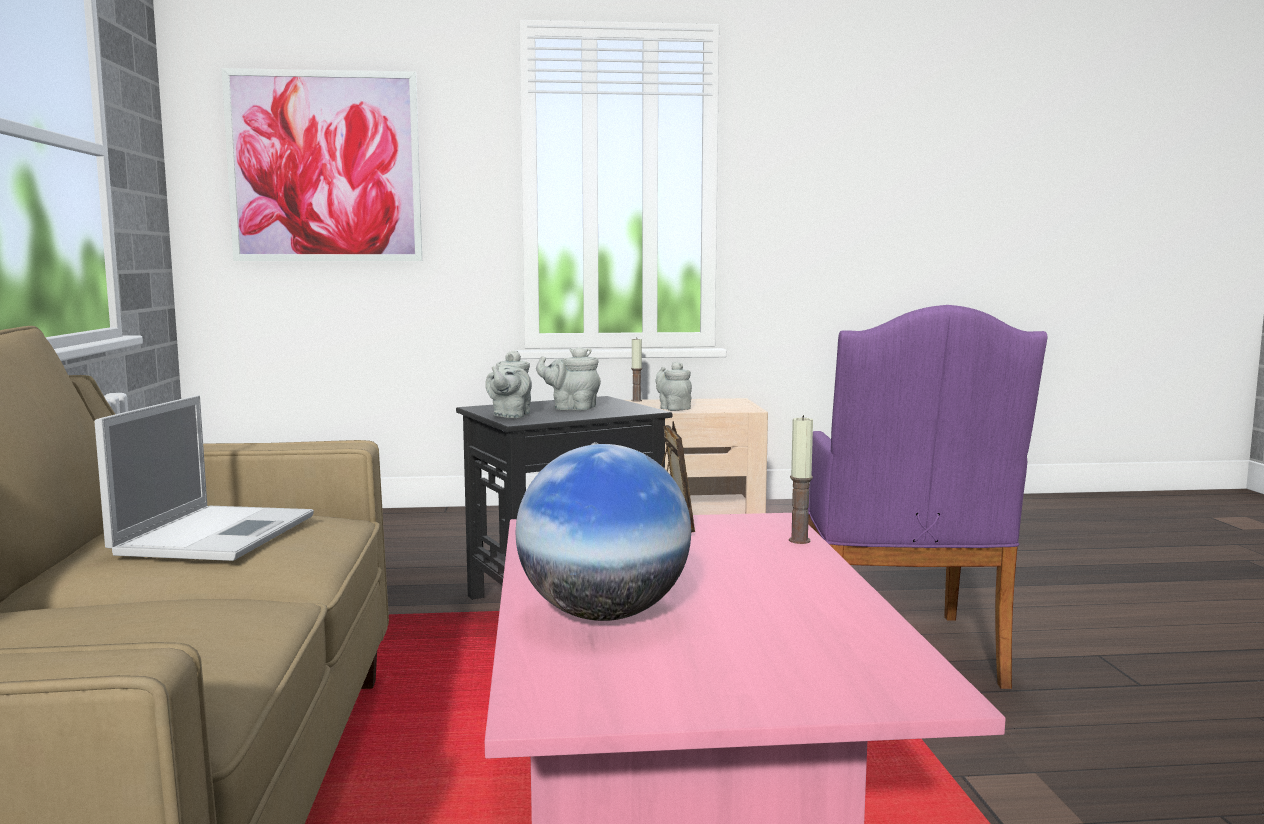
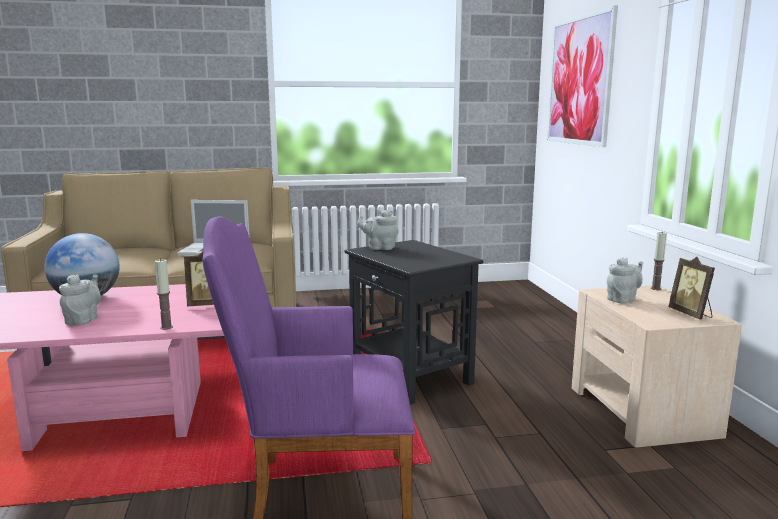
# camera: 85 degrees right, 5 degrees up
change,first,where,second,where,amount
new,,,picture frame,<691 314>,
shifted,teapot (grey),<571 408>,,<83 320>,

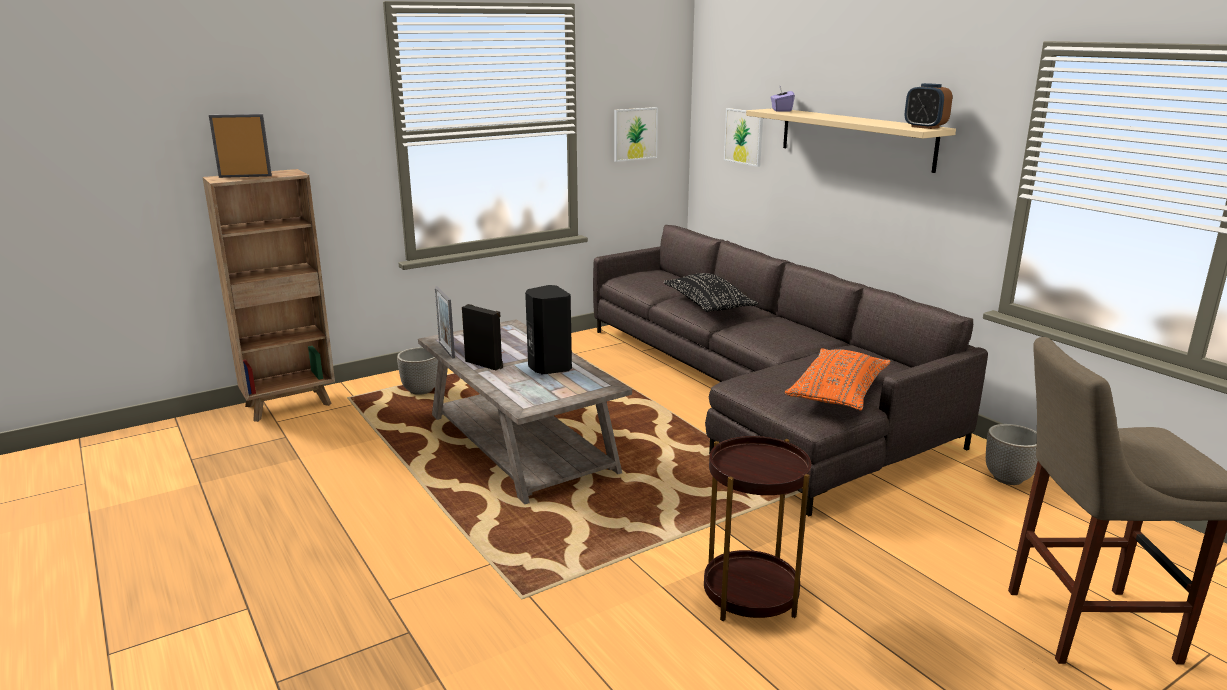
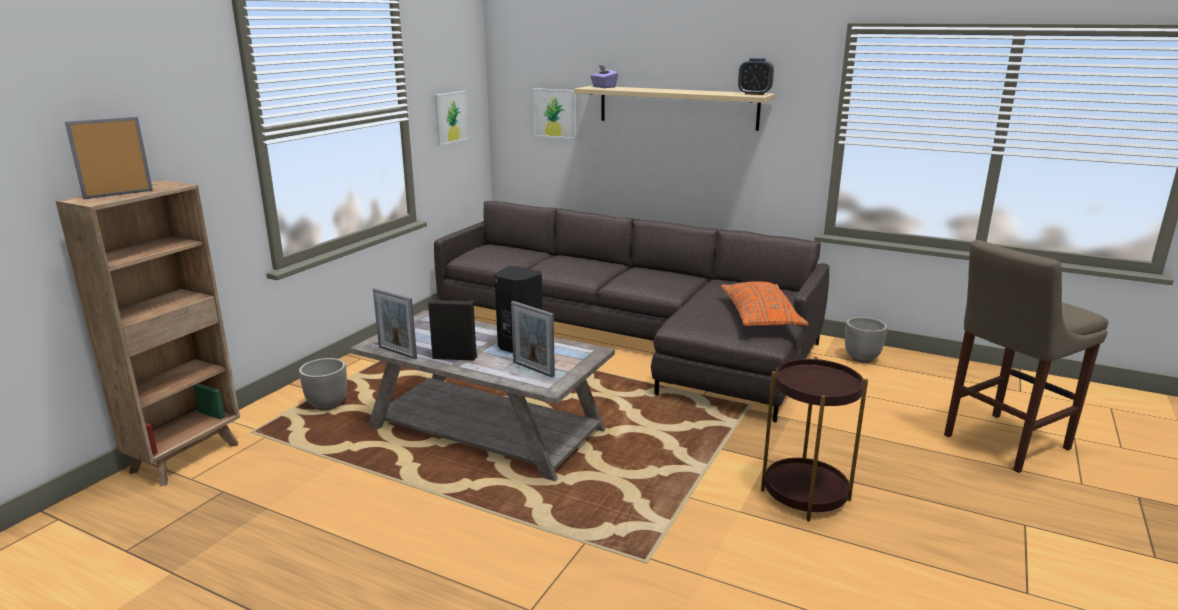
# camera: 30 degrees left, 0 degrees up
change,first,where,second,where,amount
gone,pillow (black),<708 305>,,,
new,,,picture frame,<533 369>,

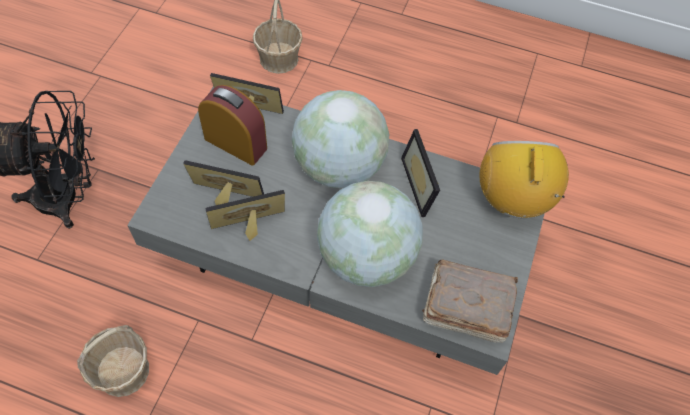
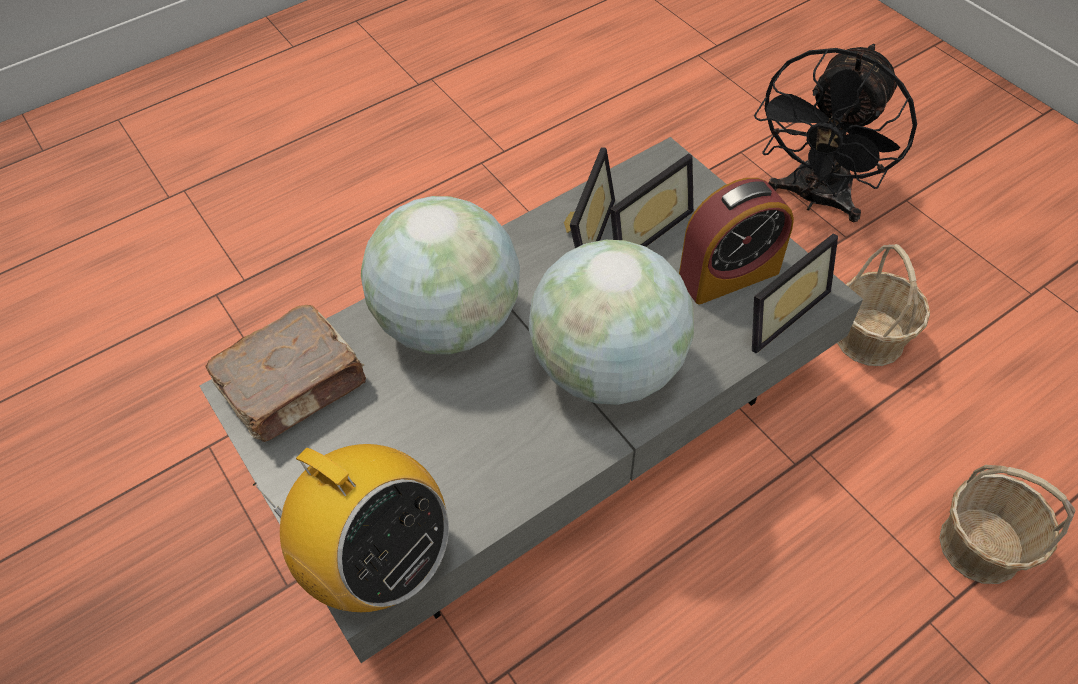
# camera: 130 degrees right, 5 degrees down
change,first,where,second,where,amount
gone,picture frame,<423 184>,,,
shifted,basket,<122 371>,,<869 337>,

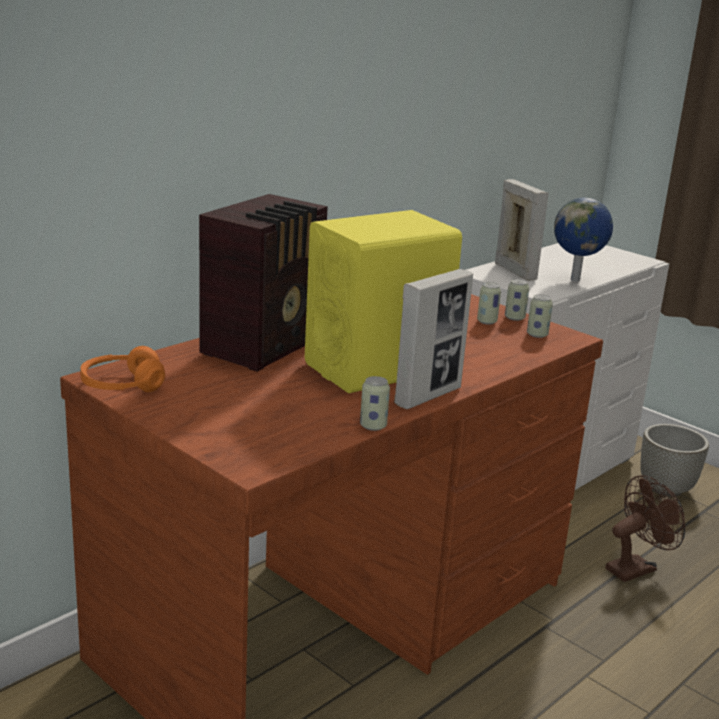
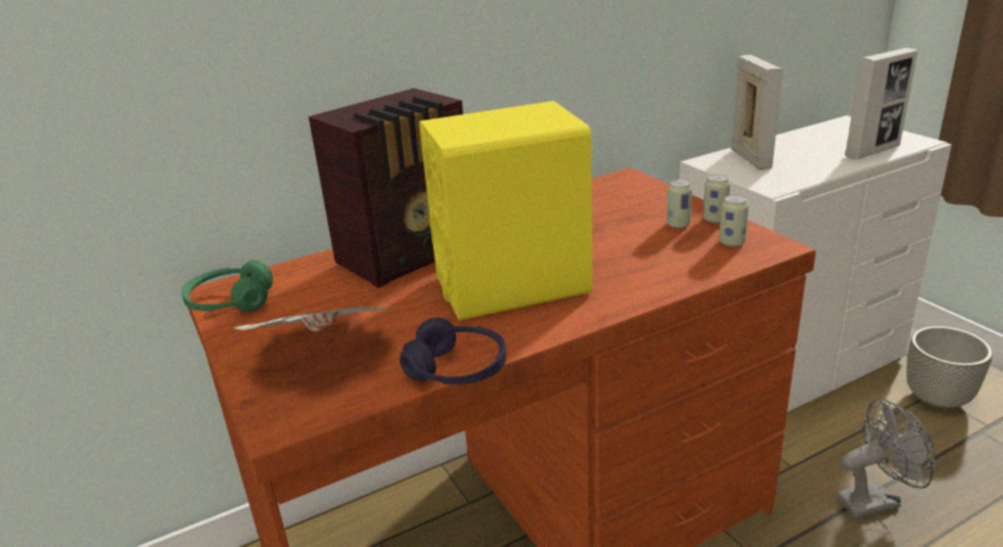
# camera: 20 degrees right, 5 degrees up
change,first,where,second,where,amount
gone,globe,<576 280>,,,
new,,,newspaper,<324 351>,
shifted,picture frame,<428 396>,,<872 151>,
swapped,can,<373 426>,headphones (purple),<457 369>,
repainted,headphones (orange),<122 385>,headphones (green),<230 302>,
repainted,fan (brown),<636 567>,fan (grey),<875 500>,

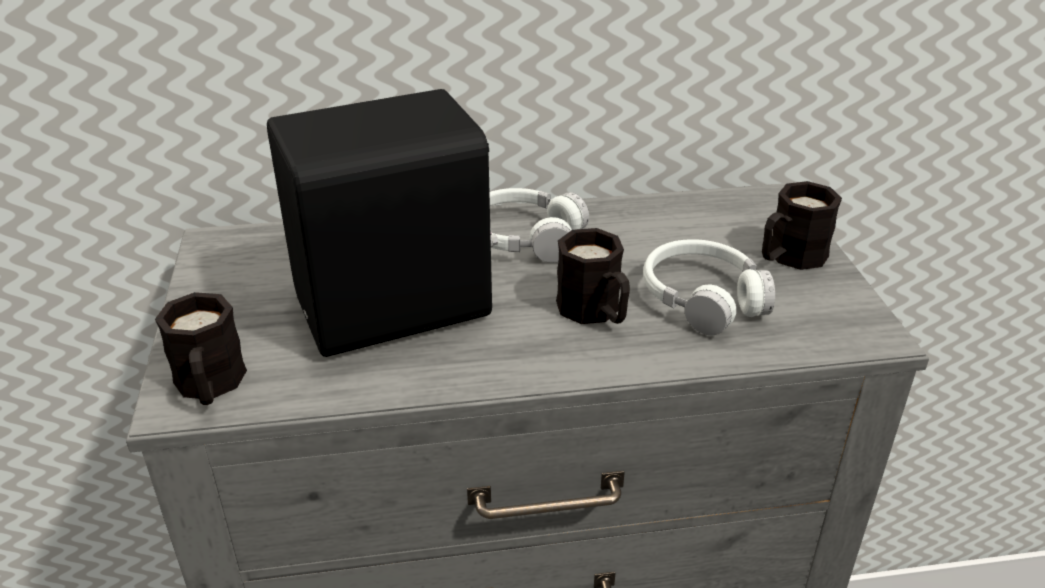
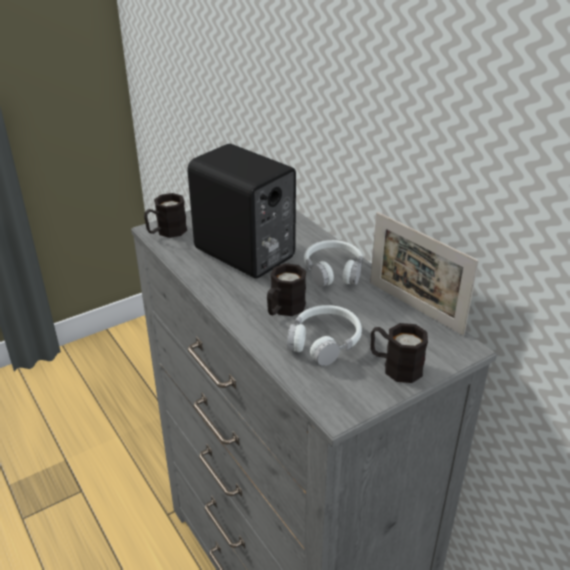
# camera: 65 degrees right, 0 degrees up
change,first,where,second,where,amount
new,,,picture frame,<414 307>,

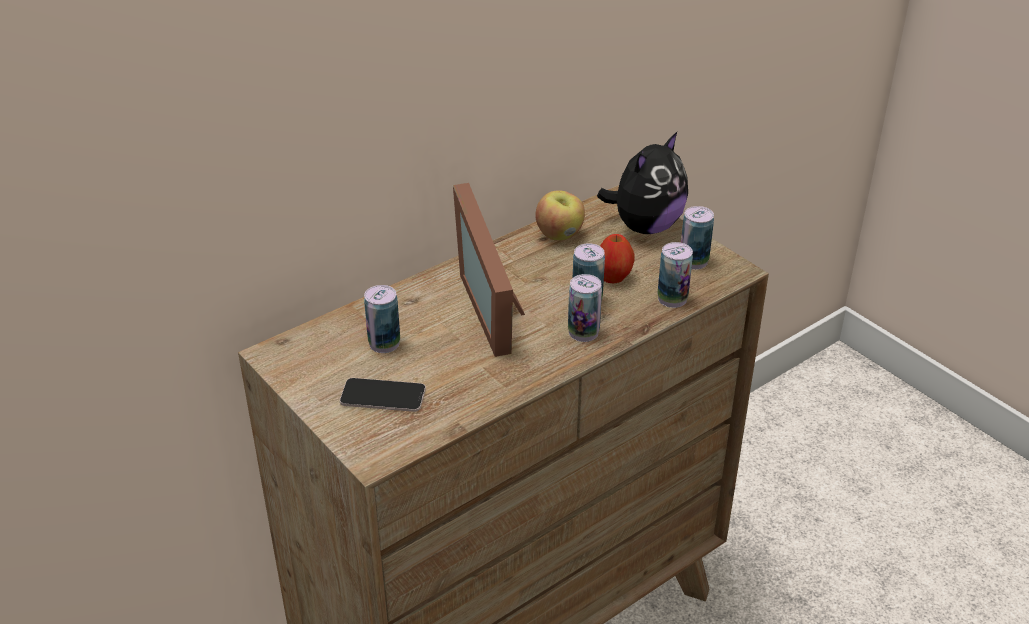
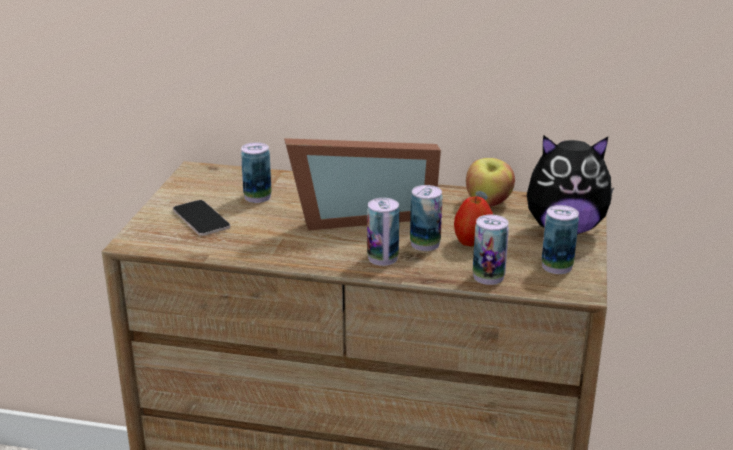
# camera: 50 degrees right, 10 degrees down
change,first,where,second,where,amount
rotated,picture frame,<497 306>,,<360 215>,135 degrees counterclockwise

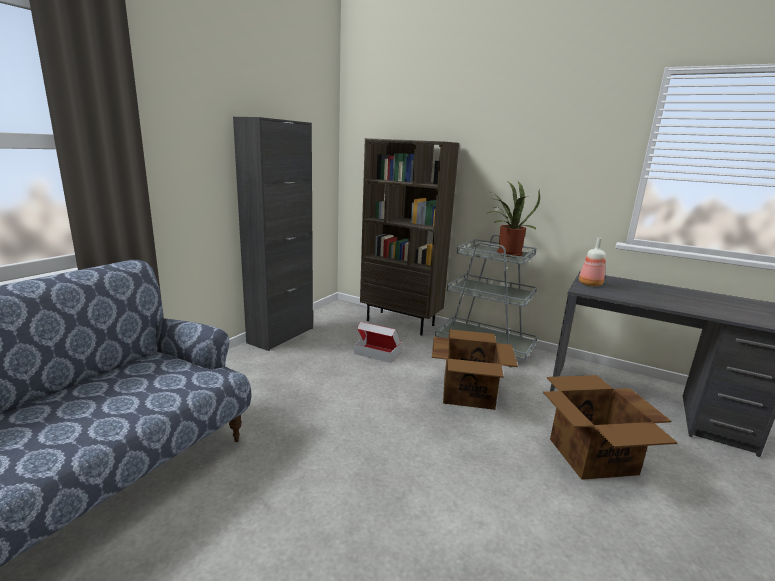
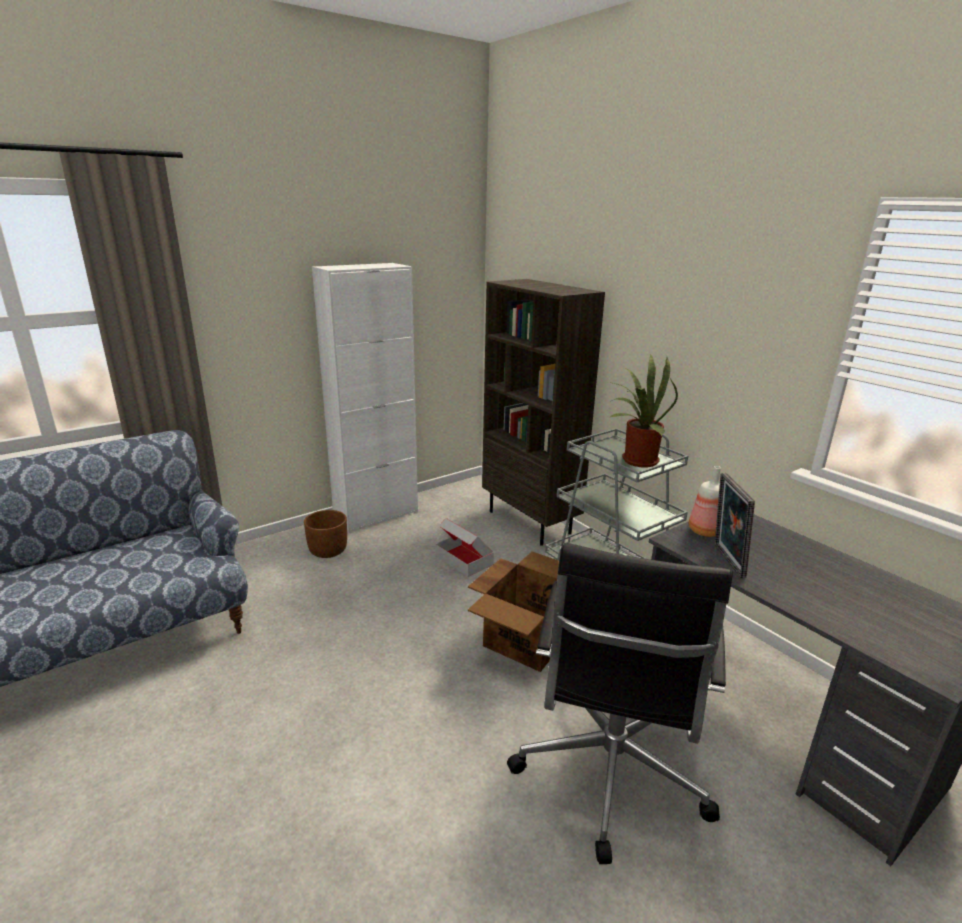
# camera: 25 degrees right, 5 degrees up
change,first,where,second,where,amount
new,,,planter (brown),<328 550>,
new,,,picture frame,<725 560>,
swapped,cardboard box,<592 457>,office chair (black),<609 774>,
repainted,cabinet (black),<281 335>,cabinet (white),<376 515>,

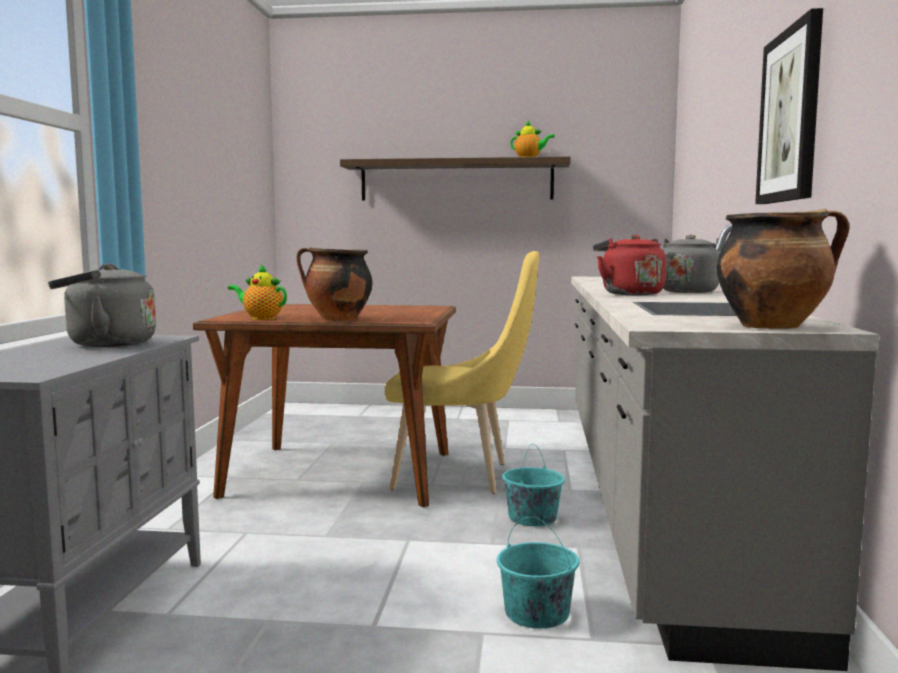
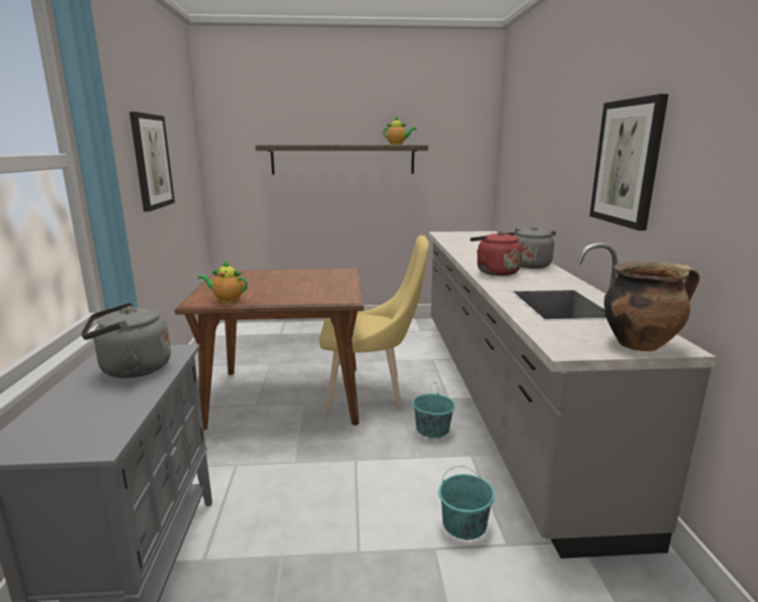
# camera: 10 degrees left, 10 degrees up
change,first,where,second,where,amount
gone,cooking pot,<337 319>,,,
new,,,picture,<151 161>,

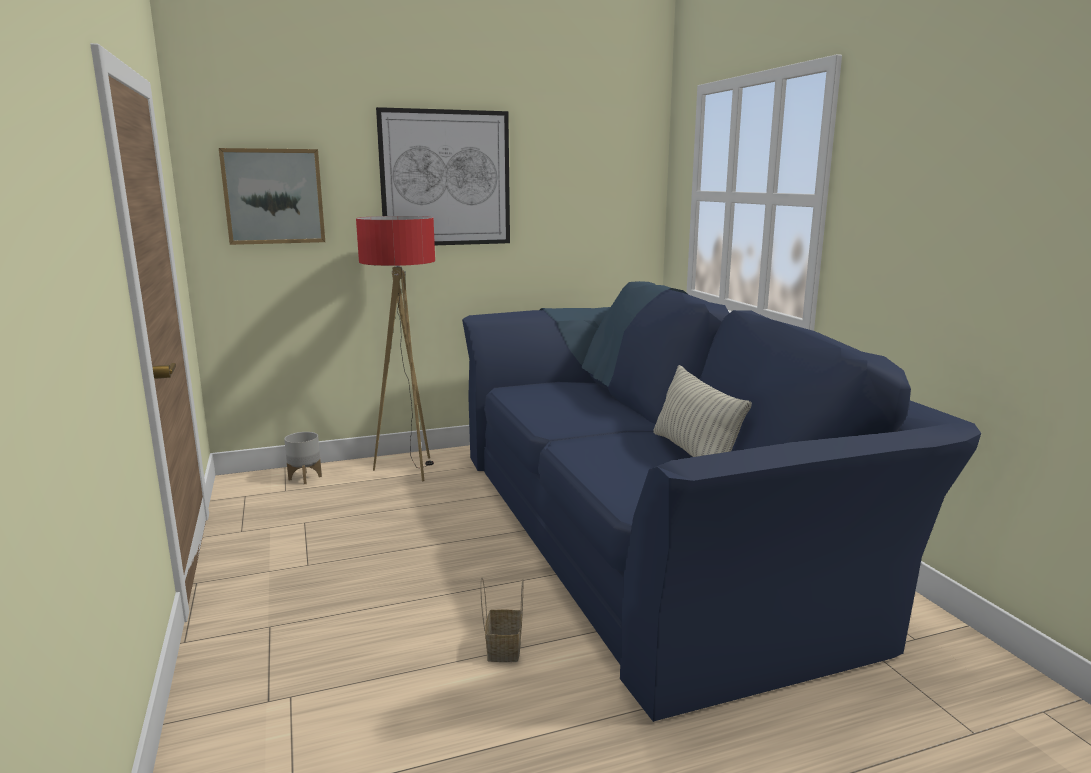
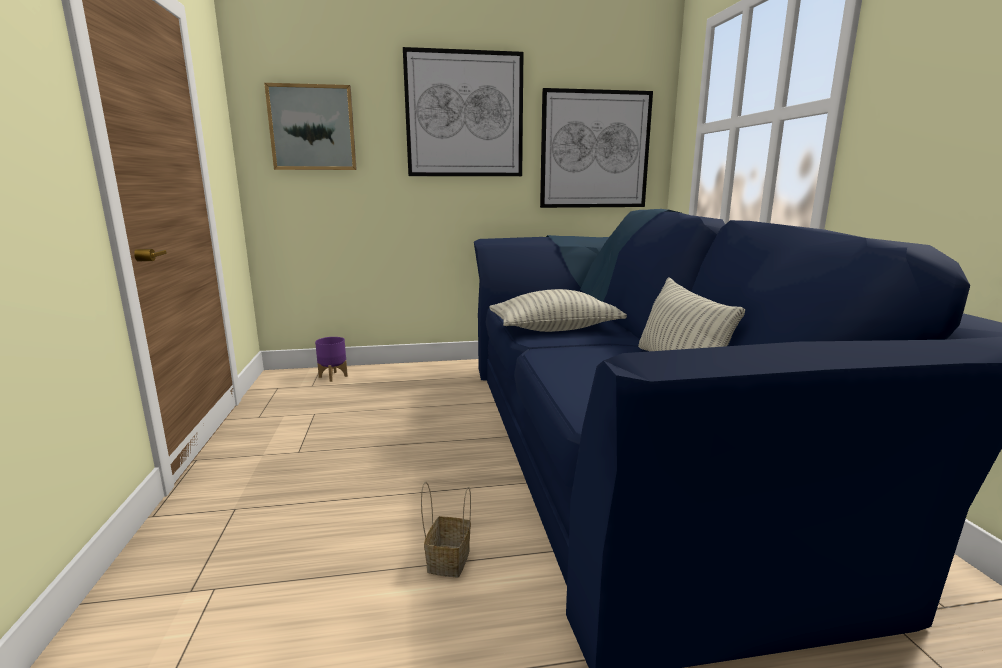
# camera: 10 degrees right, 0 degrees up
change,first,where,second,where,amount
gone,floor lamp,<409 469>,,,
new,,,pillow,<555 329>,
new,,,picture,<594 150>,
repainted,planter (grey),<305 478>,planter (purple),<333 376>,

